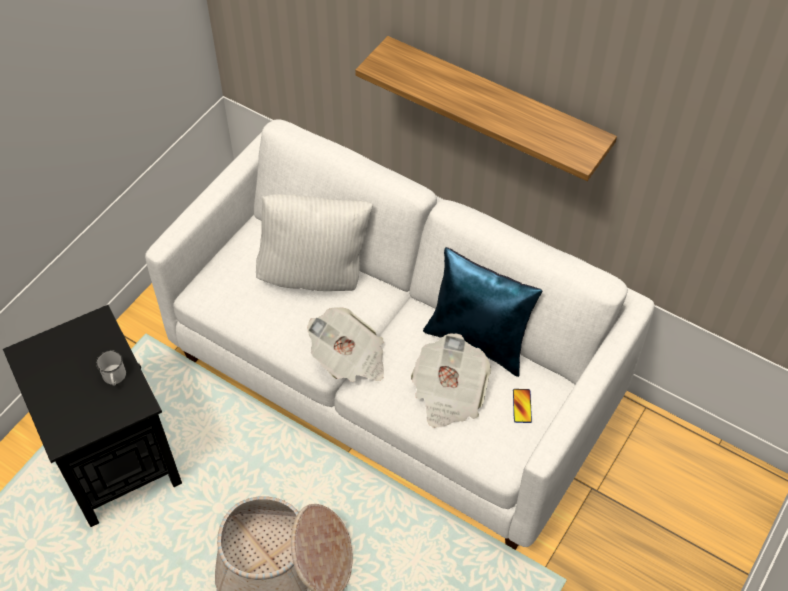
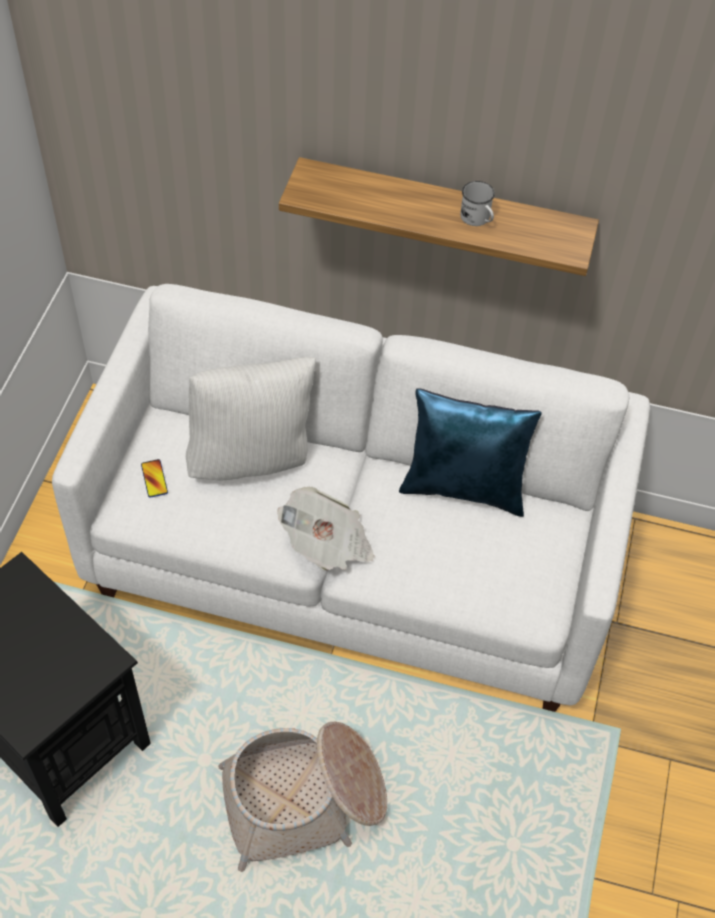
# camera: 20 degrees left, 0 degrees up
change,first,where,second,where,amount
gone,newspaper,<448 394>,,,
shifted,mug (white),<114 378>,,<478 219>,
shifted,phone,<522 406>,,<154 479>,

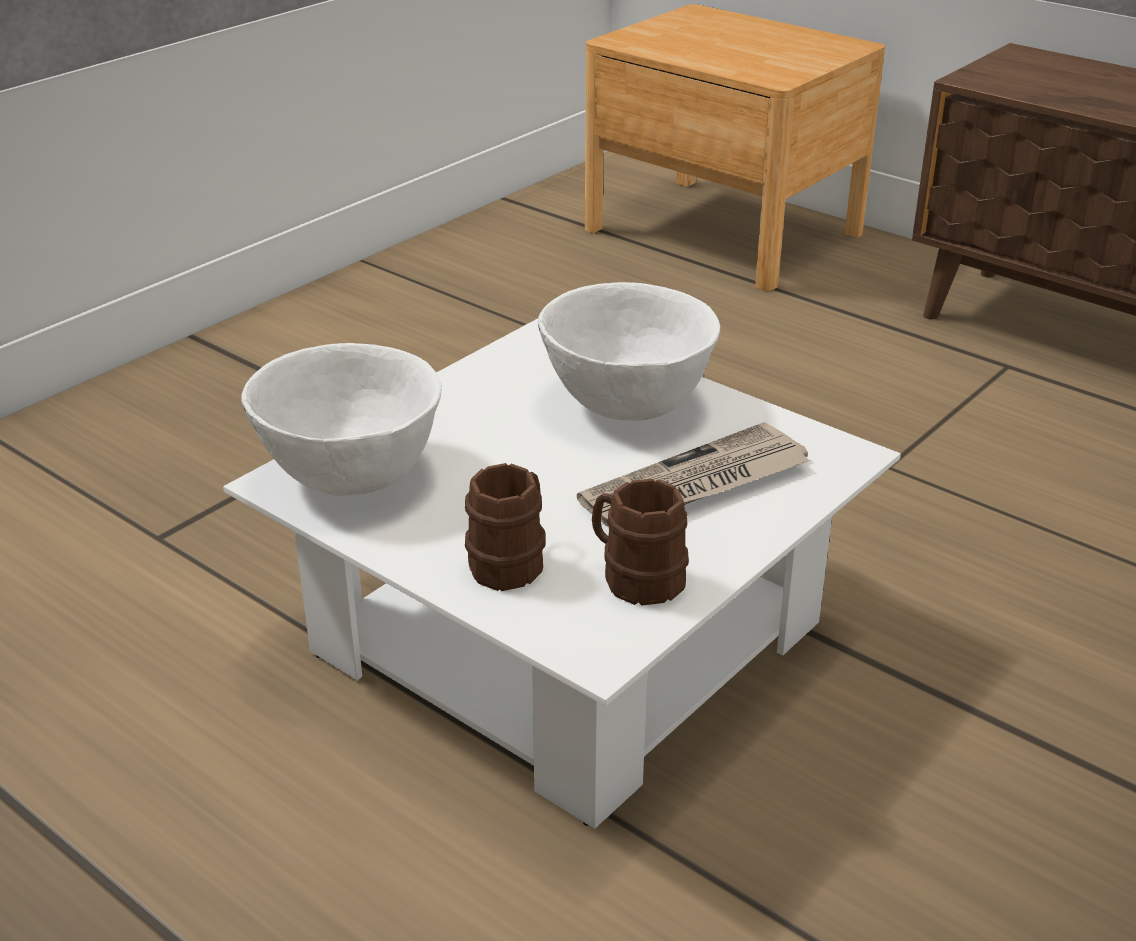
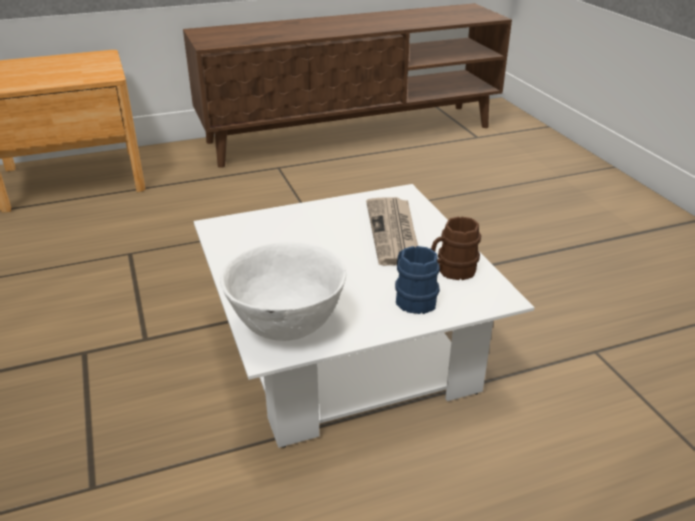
# camera: 60 degrees left, 0 degrees up
change,first,where,second,where,amount
gone,bowl (white),<625 404>,,,
repainted,mug (brown),<512 560>,mug (blue),<412 298>,

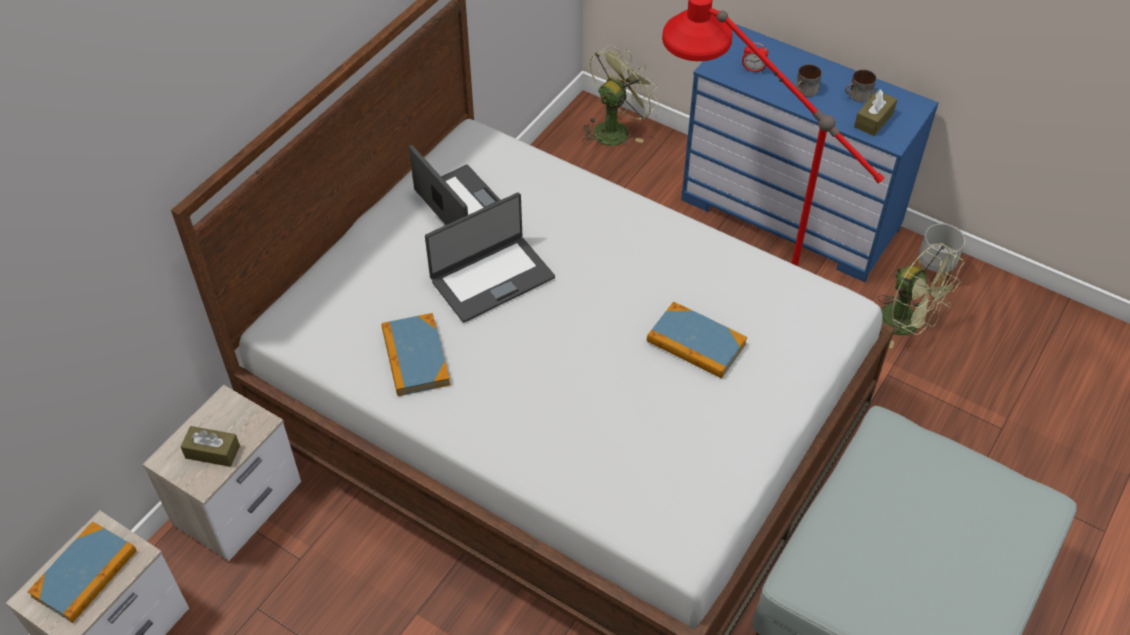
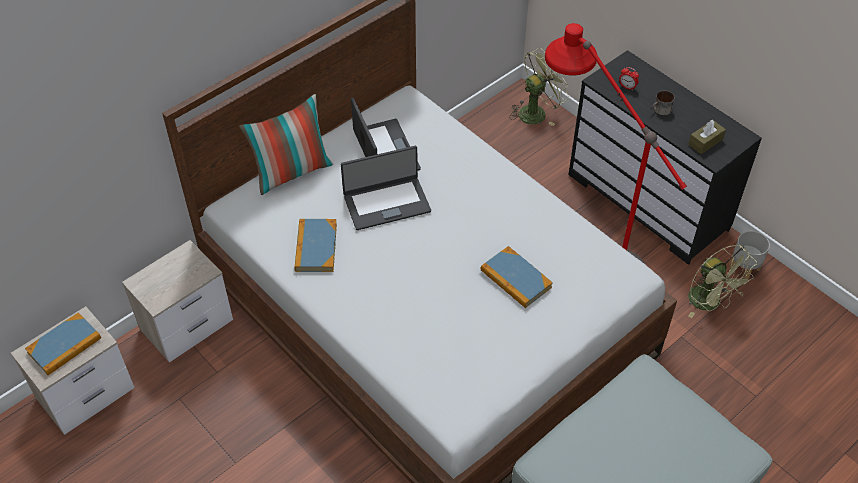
# camera: 15 degrees right, 0 degrees up
change,first,where,second,where,amount
gone,tissue box (brown),<212 452>,,,
gone,mug,<858 96>,,,
new,,,pillow,<292 172>,
repainted,dresser (blue),<790 214>,dresser (black),<648 201>,

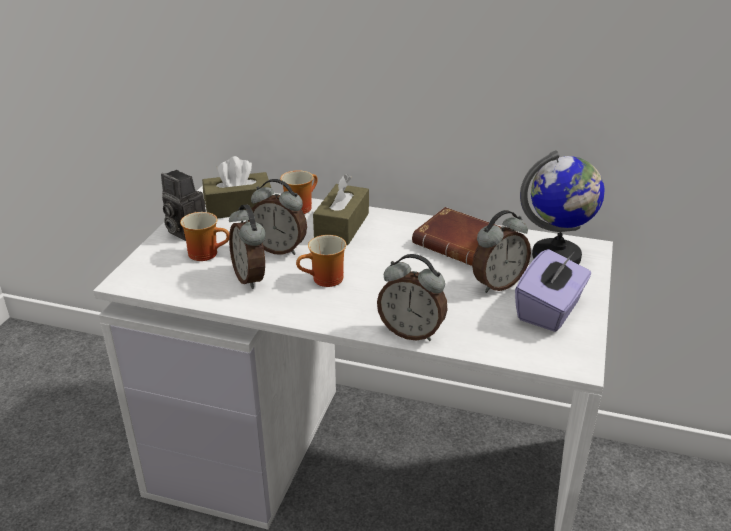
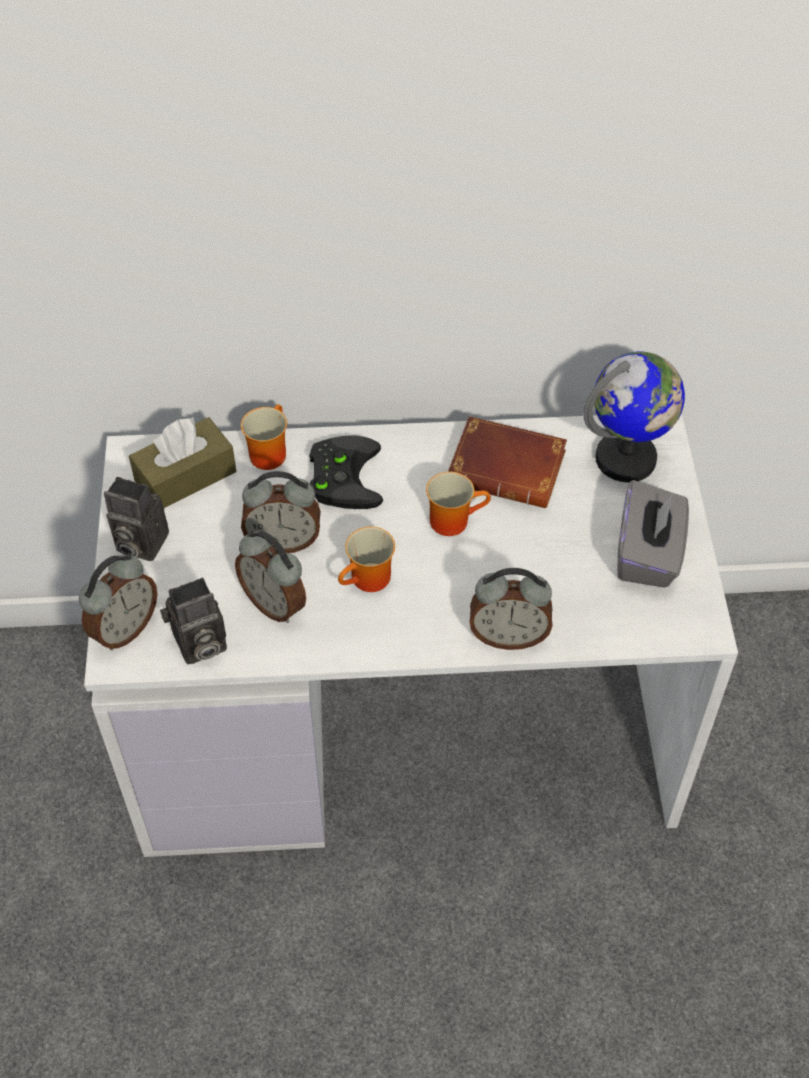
# camera: 20 degrees left, 20 degrees up
change,first,where,second,where,amount
new,,,photo camera,<198 645>,
shifted,mug,<207 253>,,<453 518>,
shifted,alarm clock,<497 284>,,<124 628>,
swapped,tissue box (brown),<342 226>,game controller (black),<342 475>,
repainted,tissue box (purple),<550 310>,tissue box (grey),<648 554>,

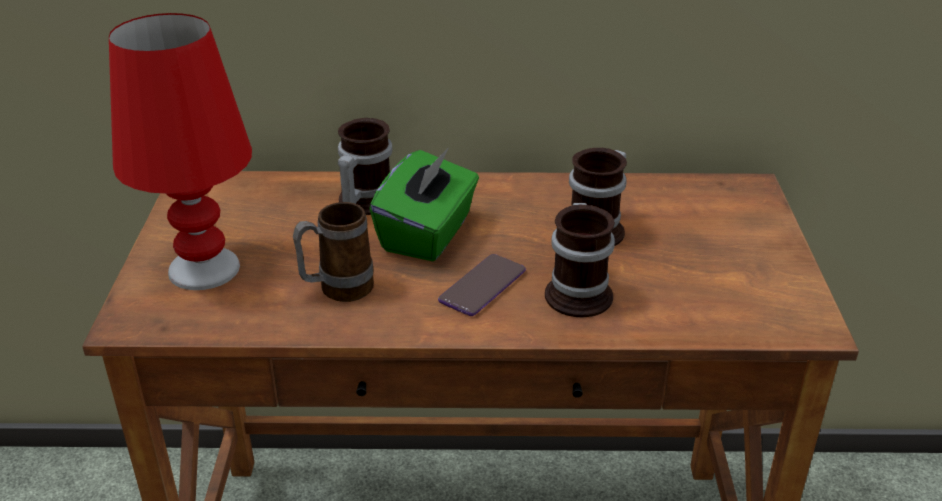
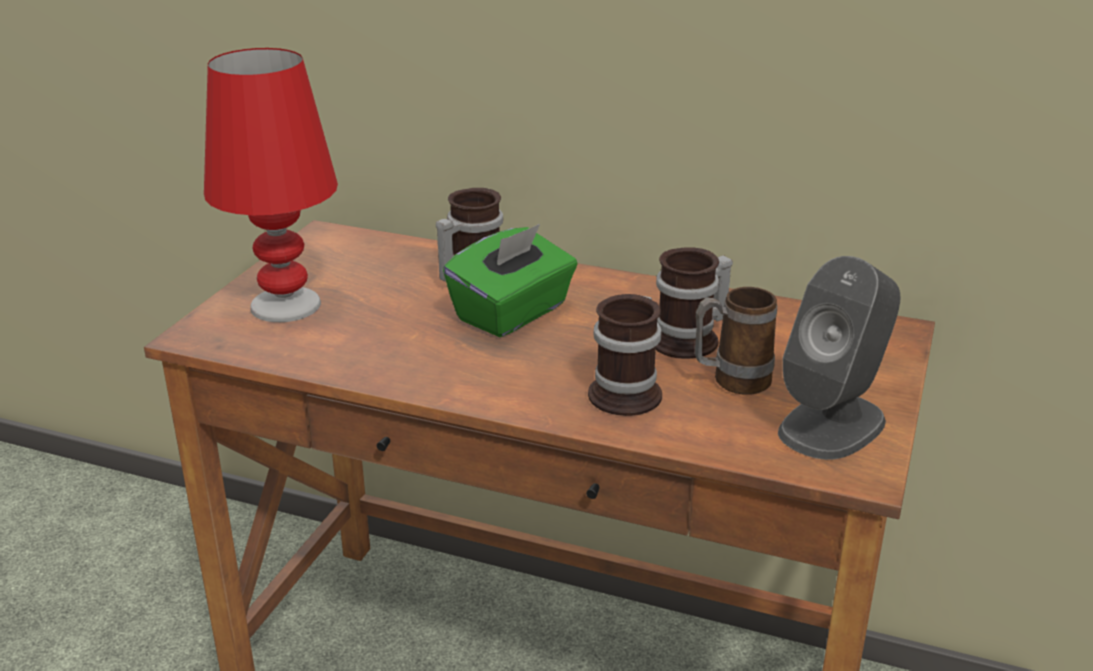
# camera: 20 degrees right, 5 degrees down
change,first,where,second,where,amount
gone,phone,<482 286>,,,
new,,,speaker (grey),<832 425>,
shifted,mug,<336 290>,,<730 382>,

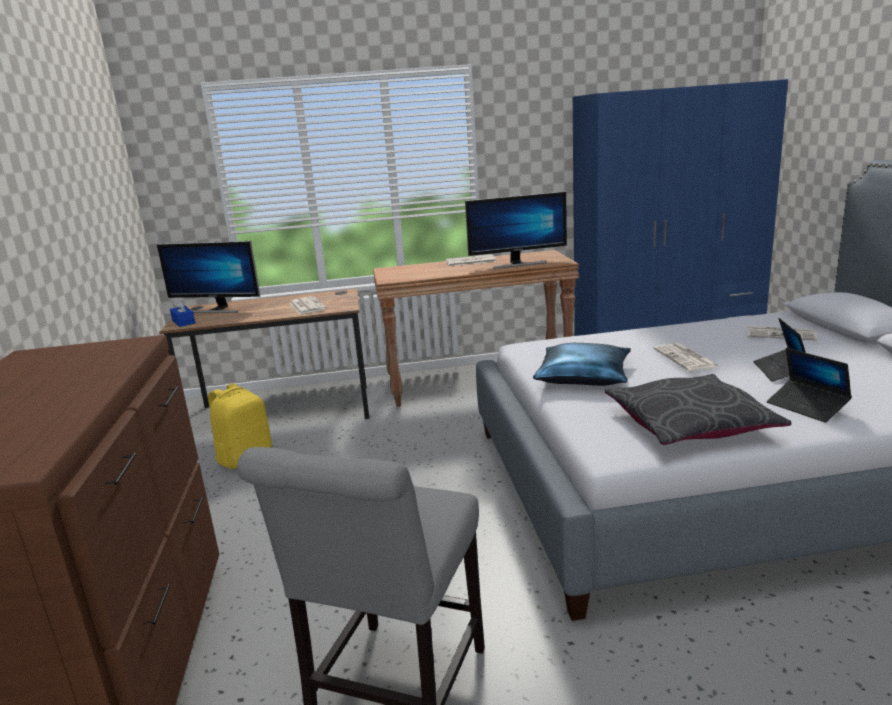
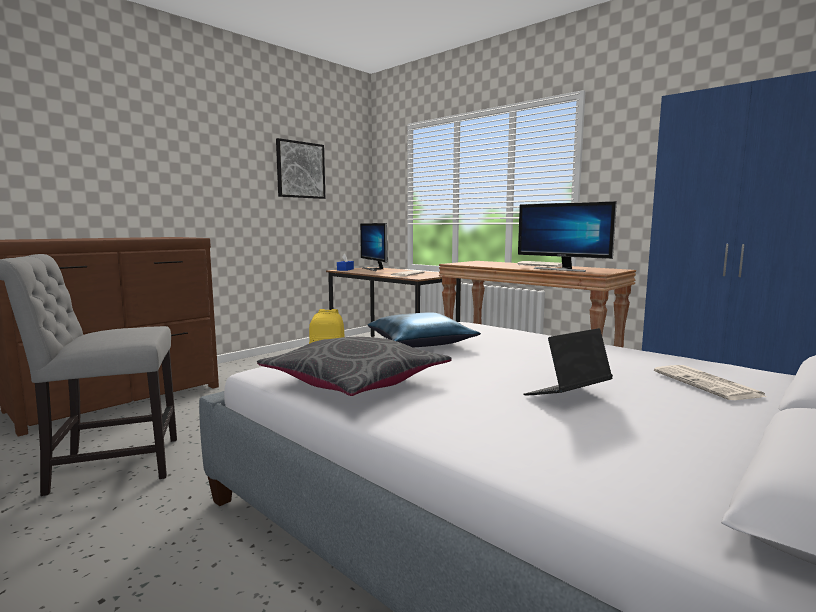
# camera: 50 degrees right, 10 degrees down
change,first,where,second,where,amount
gone,newspaper,<686 358>,,,
gone,laptop,<807 407>,,,
new,,,picture,<300 170>,

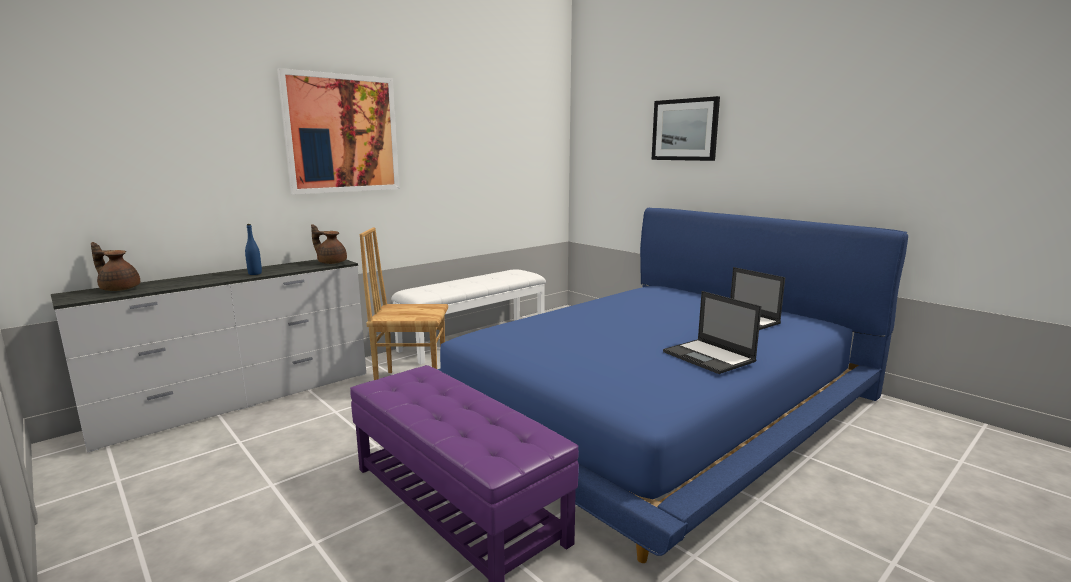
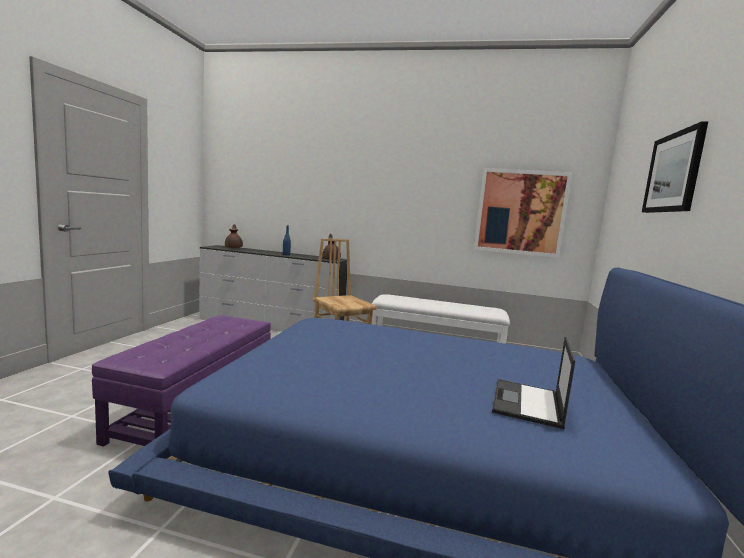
# camera: 55 degrees right, 5 degrees down
change,first,where,second,where,amount
gone,laptop,<709 357>,,,
shifted,picture,<342 134>,,<520 212>,

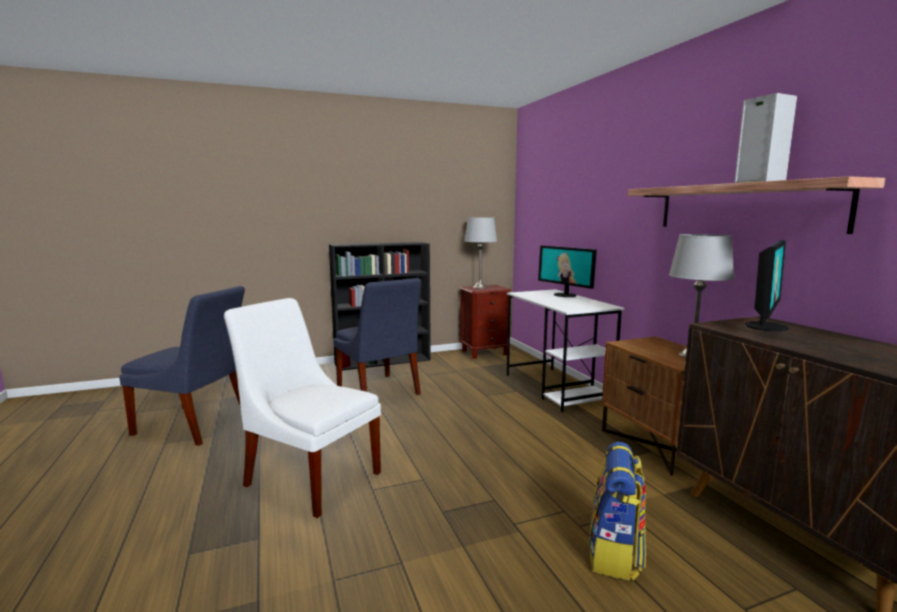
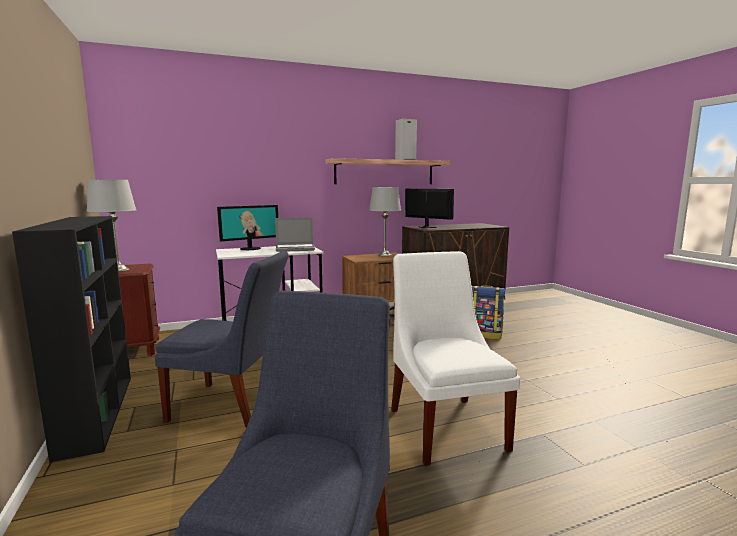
# camera: 90 degrees left, 0 degrees up
change,first,where,second,where,amount
new,,,laptop,<295 249>,
rotated,chair (white),<310 476>,,<445 425>,135 degrees clockwise
rotated,chair (blue),<379 391>,,<233 407>,45 degrees clockwise

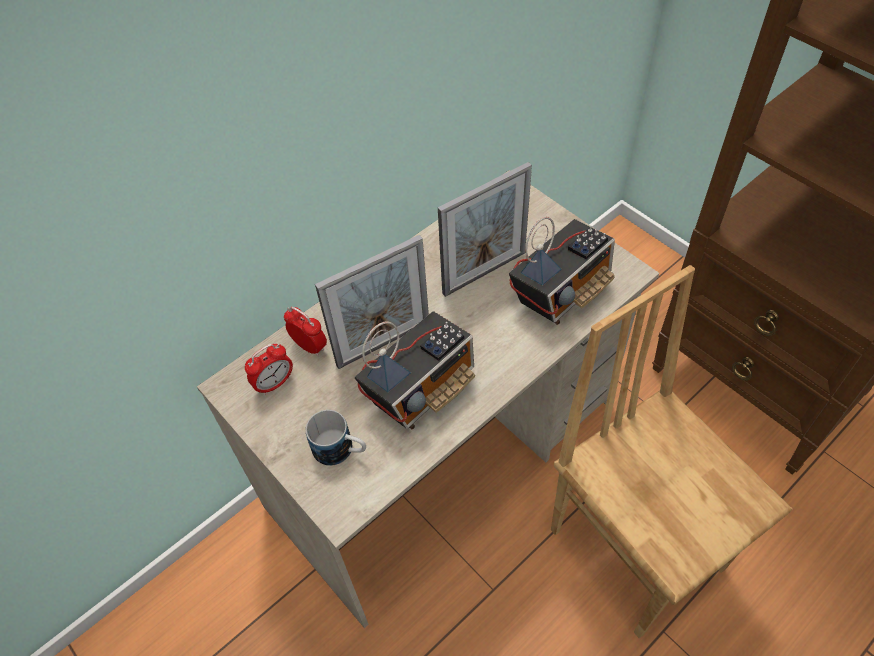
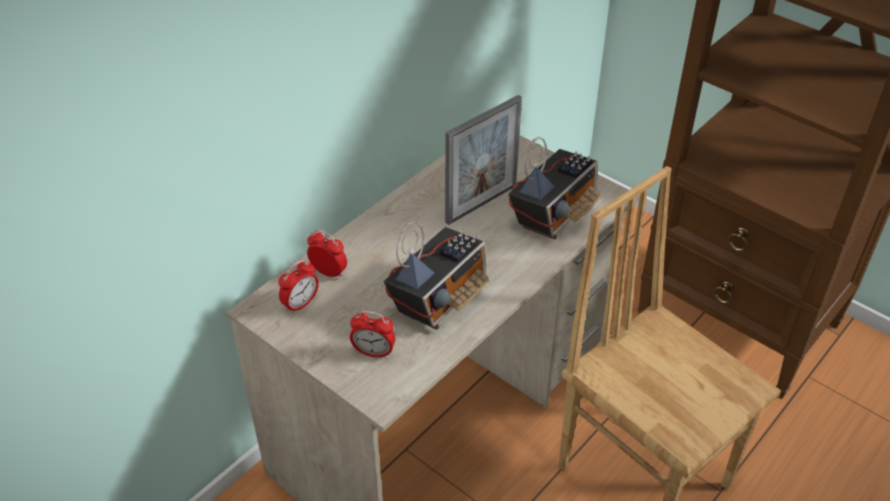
# camera: 10 degrees left, 10 degrees down
change,first,where,second,where,amount
gone,picture frame,<383 343>,,,
swapped,mug,<341 451>,alarm clock,<373 352>,

